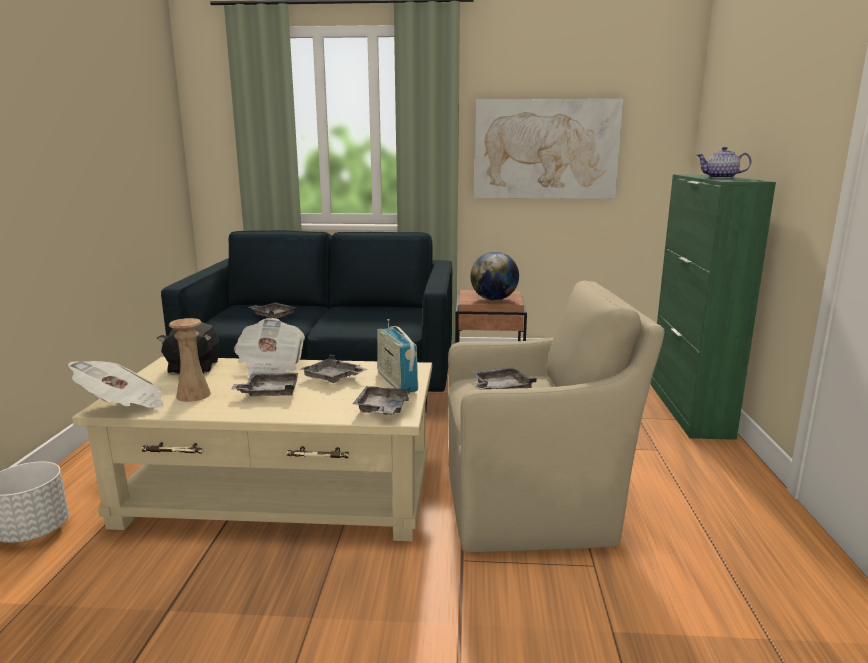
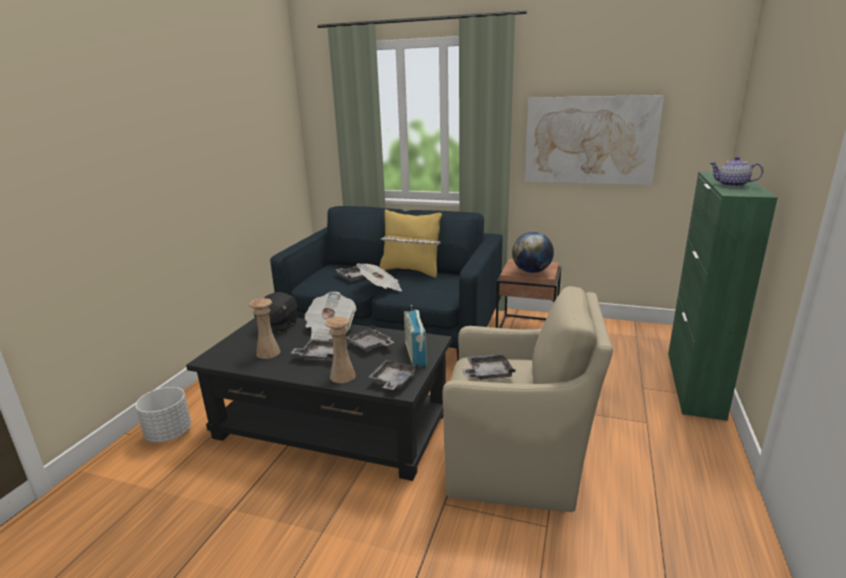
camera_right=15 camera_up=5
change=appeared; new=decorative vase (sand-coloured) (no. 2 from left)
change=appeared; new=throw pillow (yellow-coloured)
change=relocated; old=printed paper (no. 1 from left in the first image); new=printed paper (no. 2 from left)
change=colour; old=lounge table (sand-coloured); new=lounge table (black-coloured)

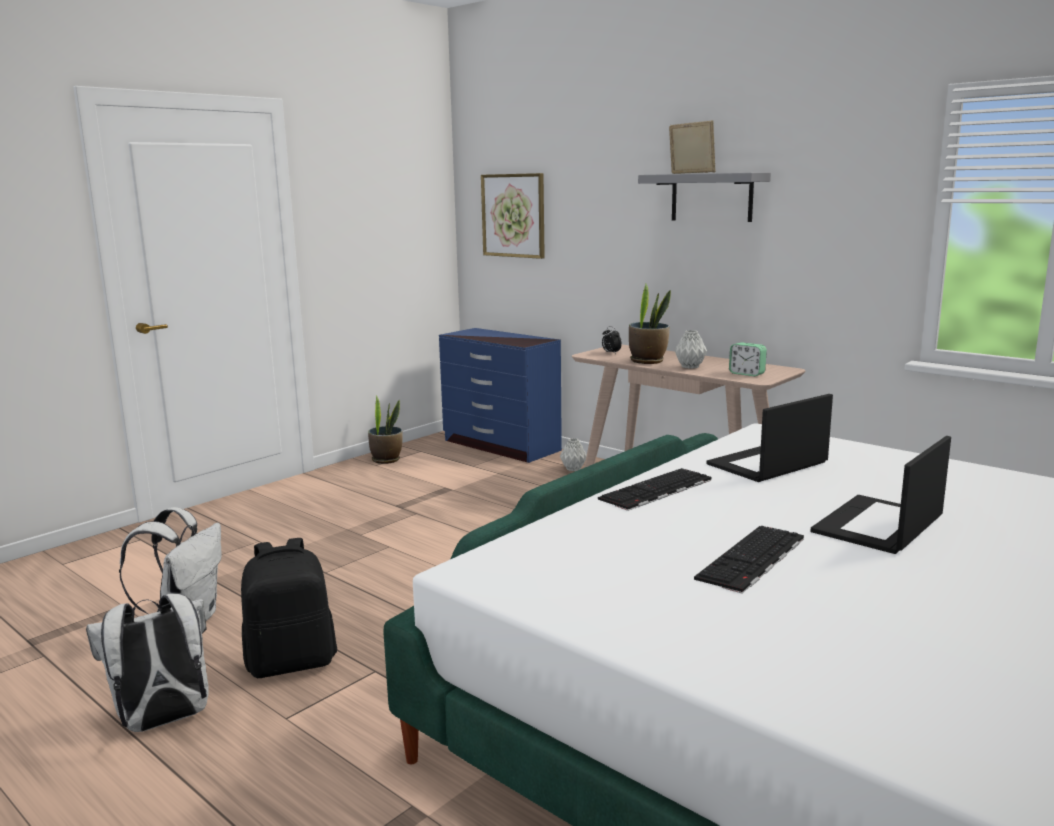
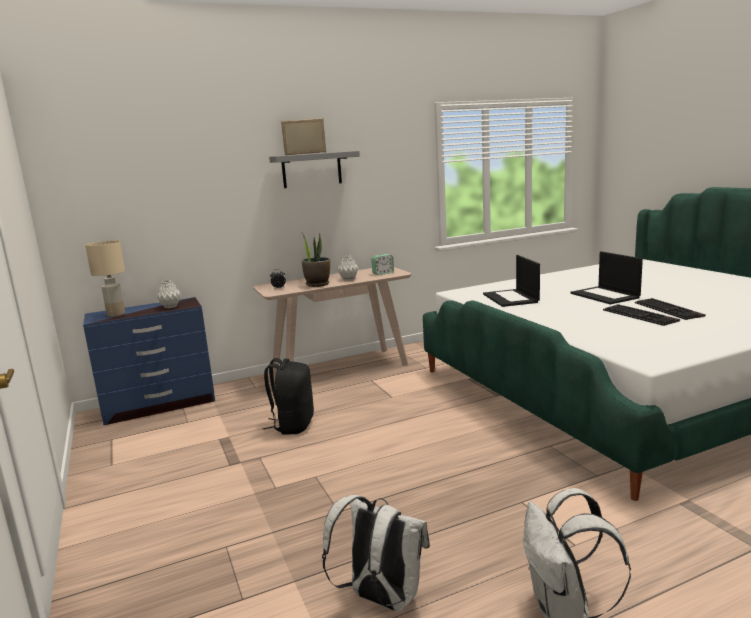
camera_right=-65 camera_up=0
change=missing; old=houseplant (no. 1 from left)
change=missing; old=wall picture
change=appeared; new=table lamp (sand-coloured)
change=relocated; old=knapsack (black-coloured)
change=relocated; old=decorative vase (greyish) (no. 1 from left)
change=relocated; old=PC keyboard (no. 1 from left in the first image); new=PC keyboard (no. 2 from left)

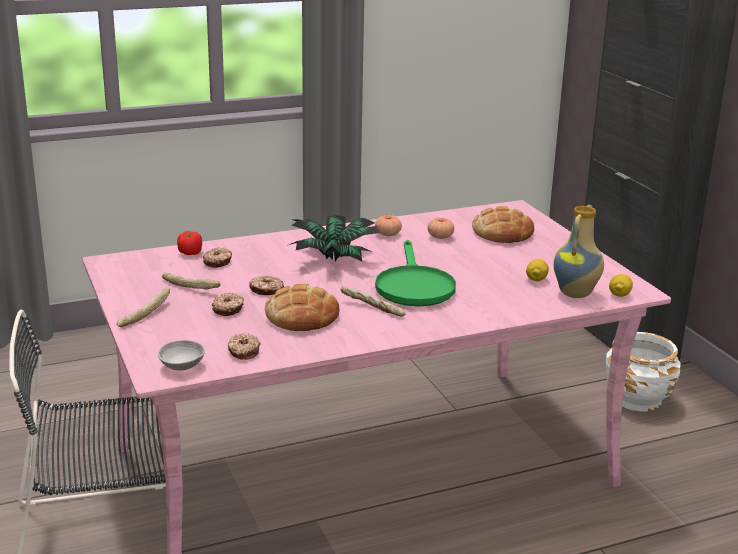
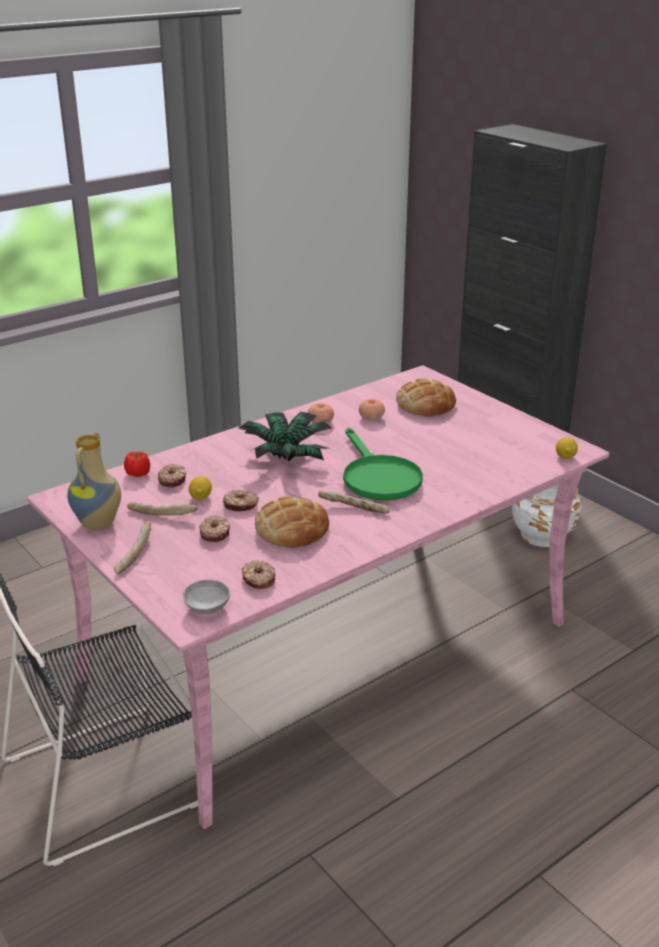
camera_right=-15 camera_up=5
change=relocated; old=lemon (no. 1 from left)
change=relocated; old=decorative vase

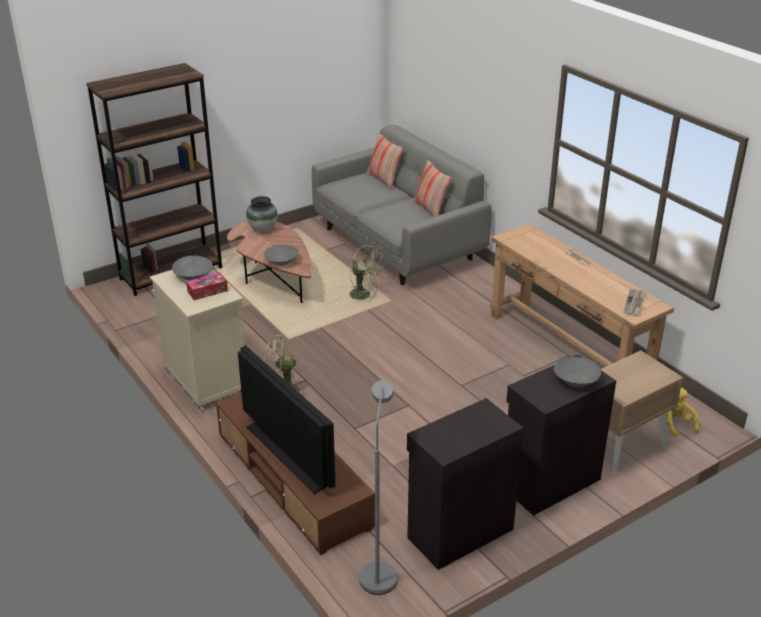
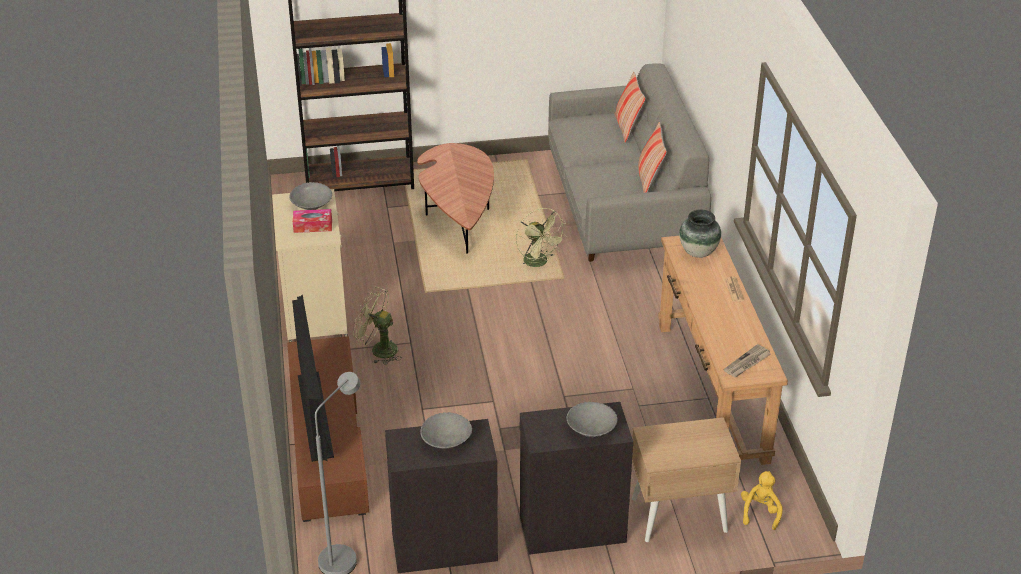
camera_right=25 camera_up=5
change=relocated; old=decorative vase
change=relocated; old=serving bowl (greyish) (no. 2 from left)

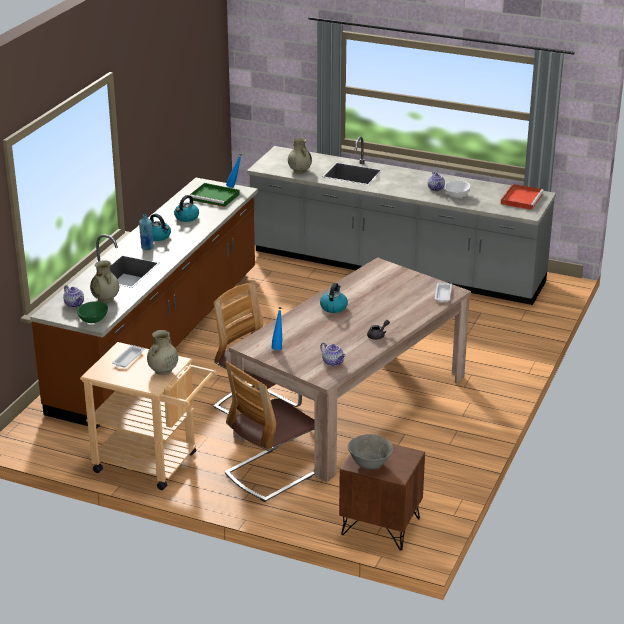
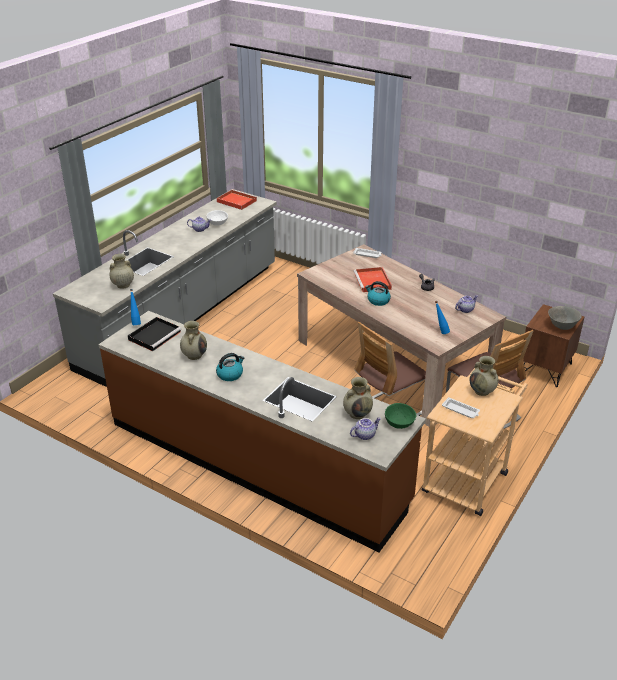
camera_right=-80 camera_up=5
change=missing; old=drink bottle (blue-coloured) (no. 1 from left)
change=appeared; new=tray (reddish) (no. 2 from left)
change=exchanged; old=kettle (no. 2 from left); new=decorative vase (sand-coloured) (no. 2 from left)
change=colour; old=tray (green); new=tray (black-coloured)

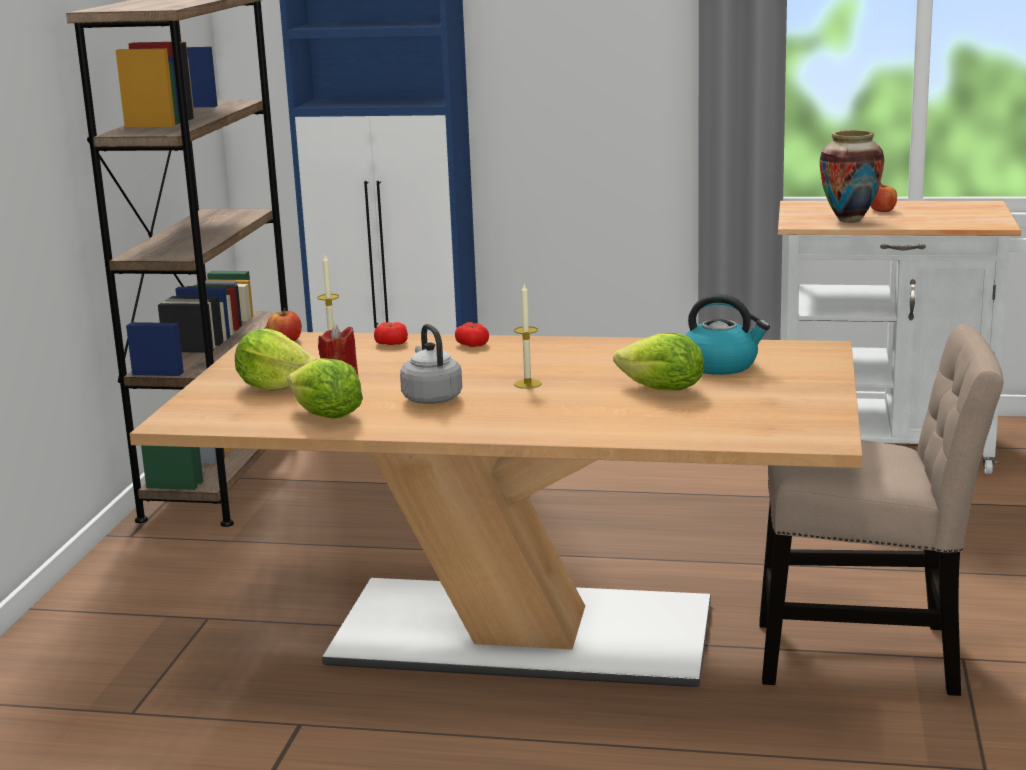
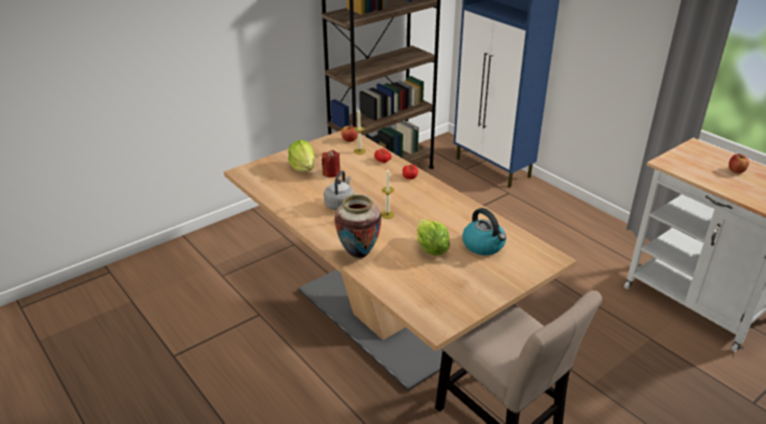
camera_right=40 camera_up=15
change=missing; old=lettuce (no. 2 from left)
change=relocated; old=decorative vase

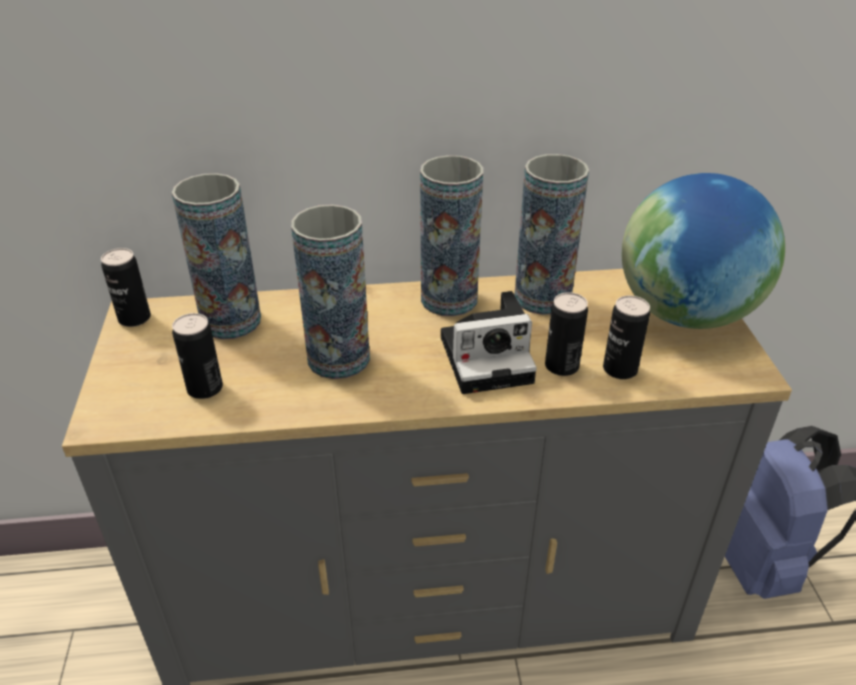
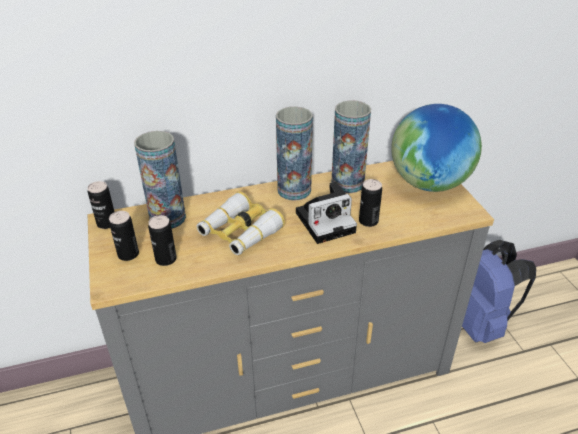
camera_right=-10 camera_up=0
change=relocated; old=metal can (no. 4 from left in the first image); new=metal can (no. 2 from left)
change=exchanged; old=decorative vase (no. 2 from left); new=field glasses

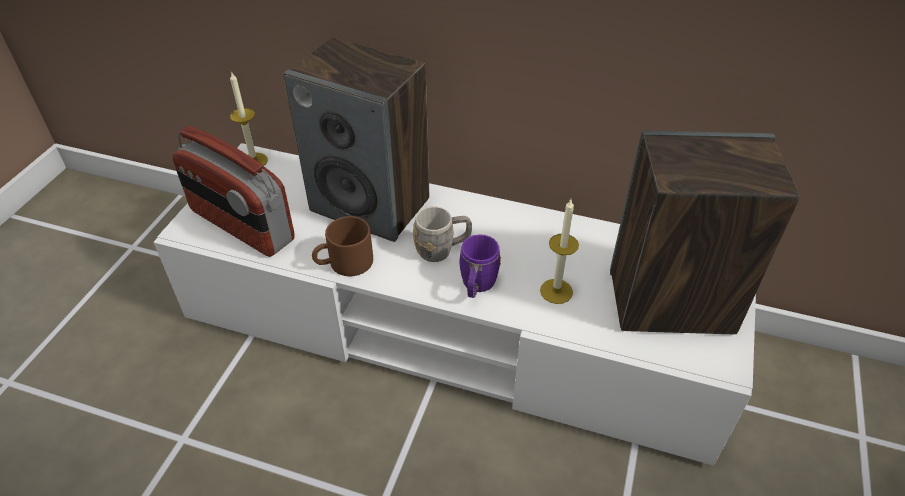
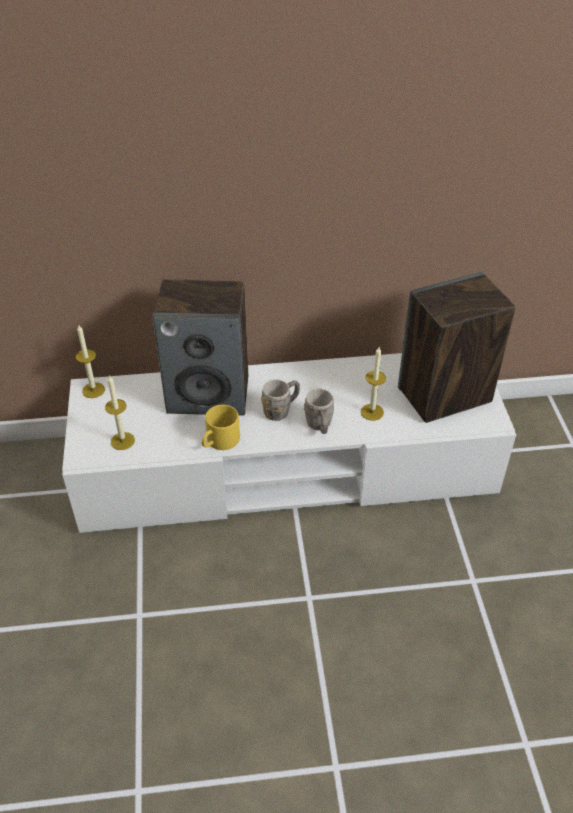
camera_right=-25 camera_up=0
change=exchanged; old=radio set; new=candle (no. 2 from left)
change=colour; old=mug (brown-coloured); new=mug (yellow-coloured)
change=colour; old=mug (purple); new=mug (greyish) (no. 2 from left)

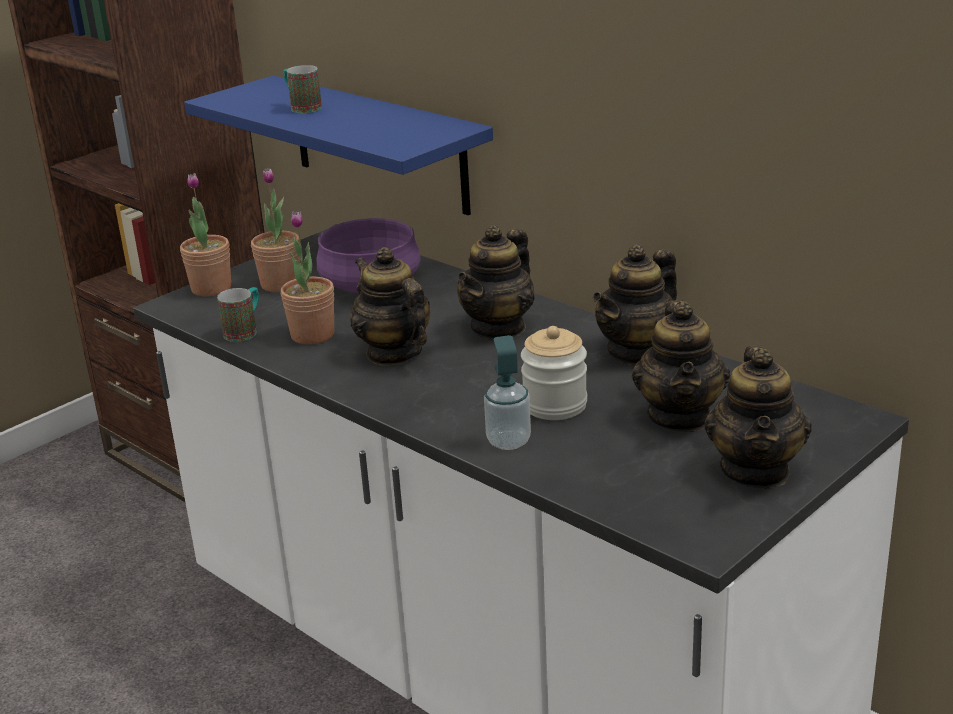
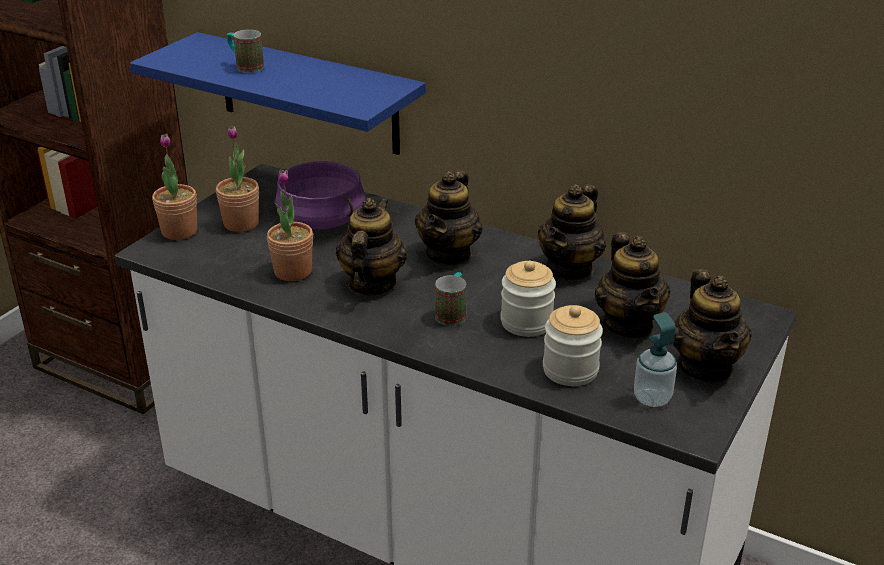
camera_right=-15 camera_up=5
change=appeared; new=storage jar (no. 2 from left)
change=relocated; old=mug (no. 1 from left in the first image); new=mug (no. 2 from left)
change=relocated; old=soap dispenser
change=spun; old=tea pot (no. 1 from left); degrees=60

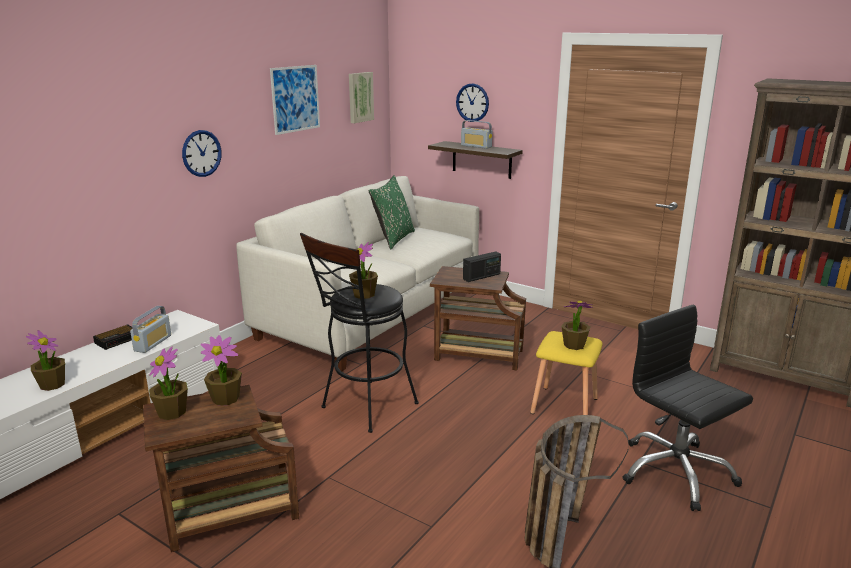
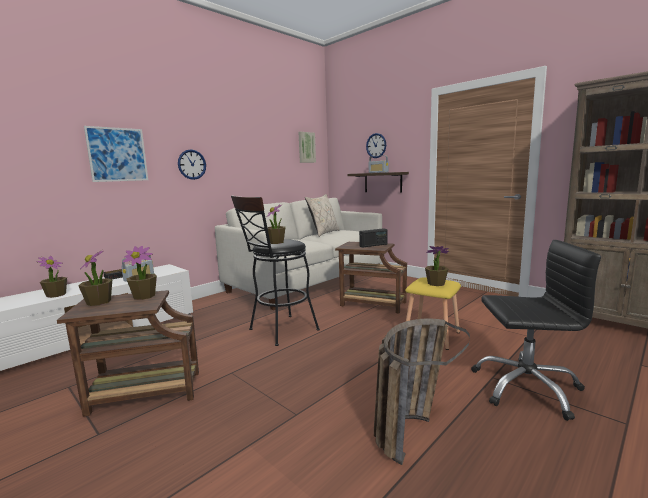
camera_right=10 camera_up=-10
change=relocated; old=wall picture (no. 1 from left)
change=colour; old=throw pillow (green); new=throw pillow (sand-coloured)
change=spun; old=computer chair (black-coloured); degrees=120

